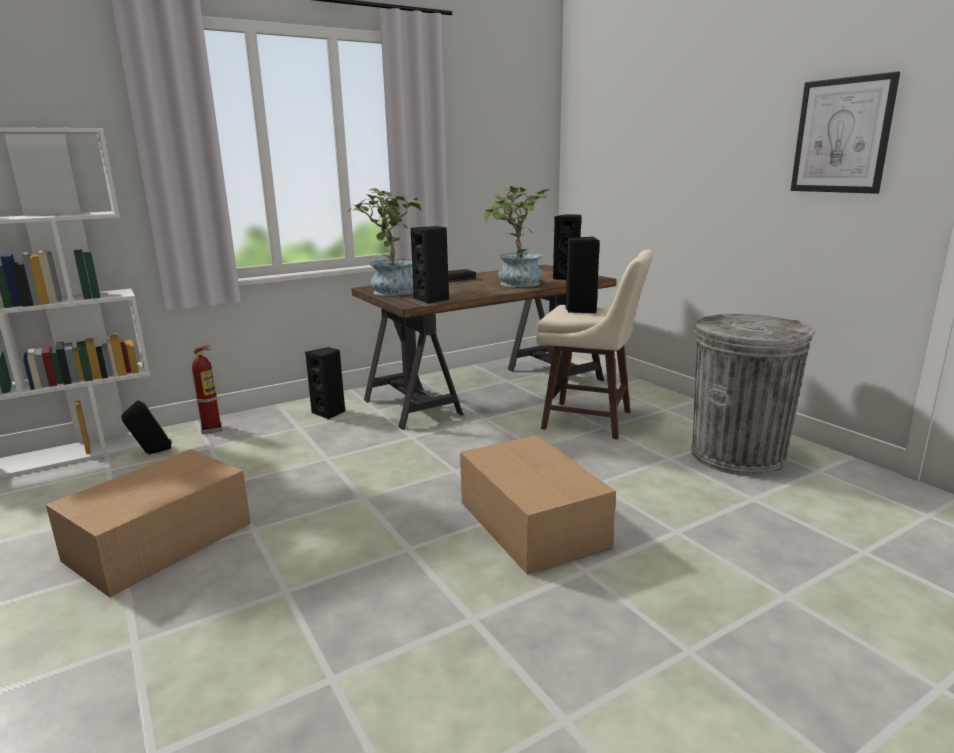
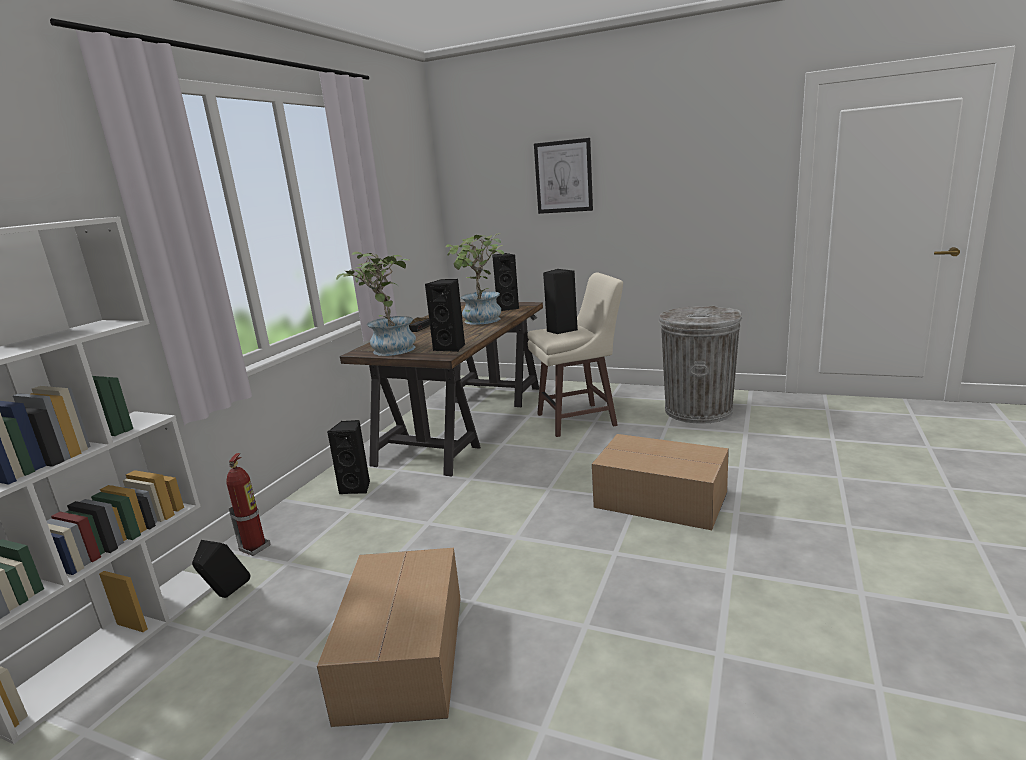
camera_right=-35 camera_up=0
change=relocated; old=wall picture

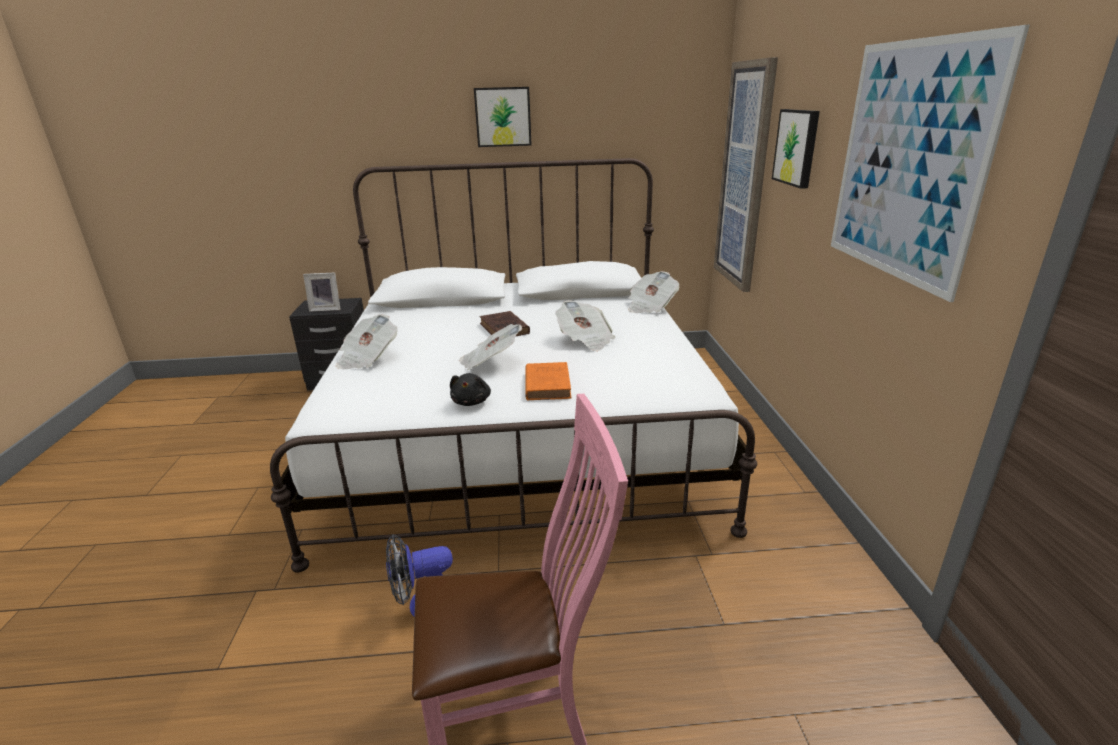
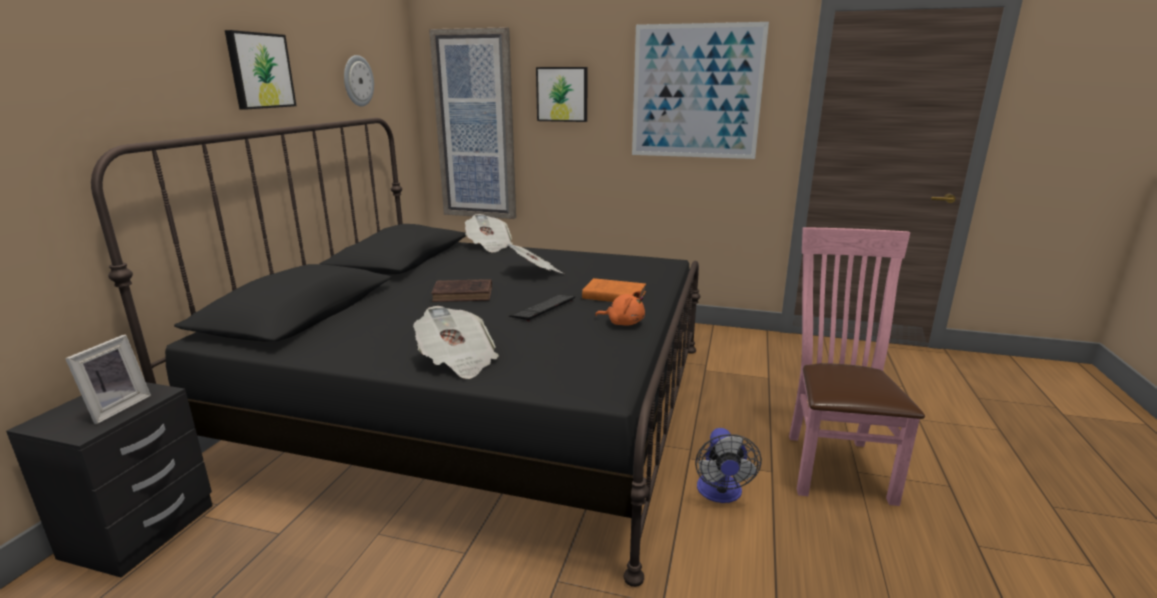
camera_right=-70 camera_up=-5
change=appeared; new=wall clock
change=exchanged; old=printed paper (no. 2 from left); new=PC keyboard
change=colour; old=bed (whitish); new=bed (black-coloured)
change=colour; old=soft toy (black-coloured); new=soft toy (orangey)

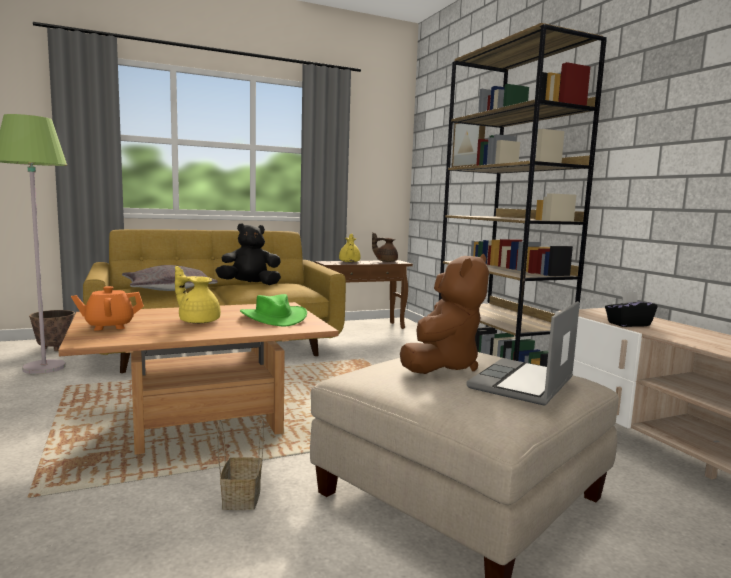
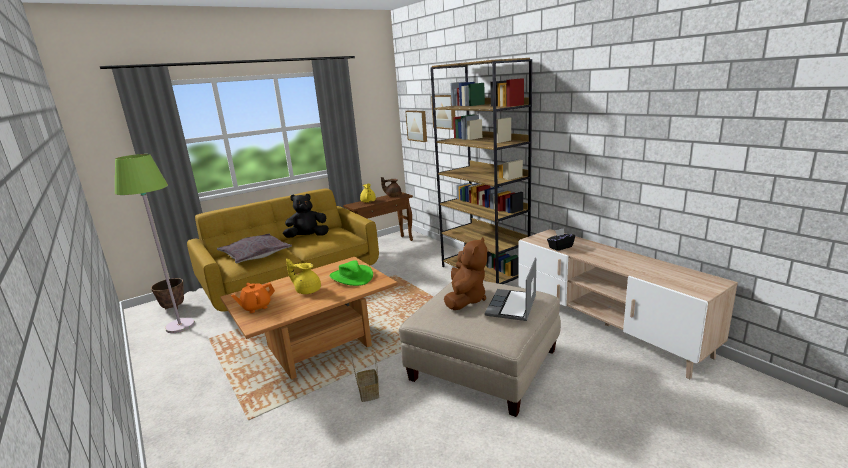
camera_right=-10 camera_up=10
change=appeared; new=wall picture (no. 1 from left)

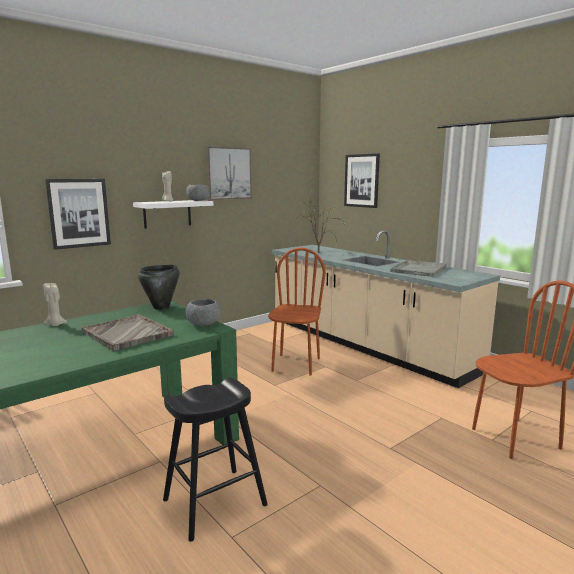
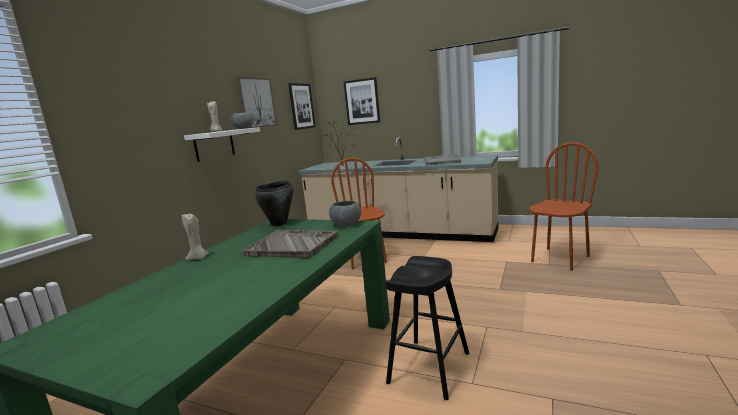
camera_right=-25 camera_up=0
change=relocated; old=wall picture (no. 1 from left in the first image); new=wall picture (no. 2 from left)

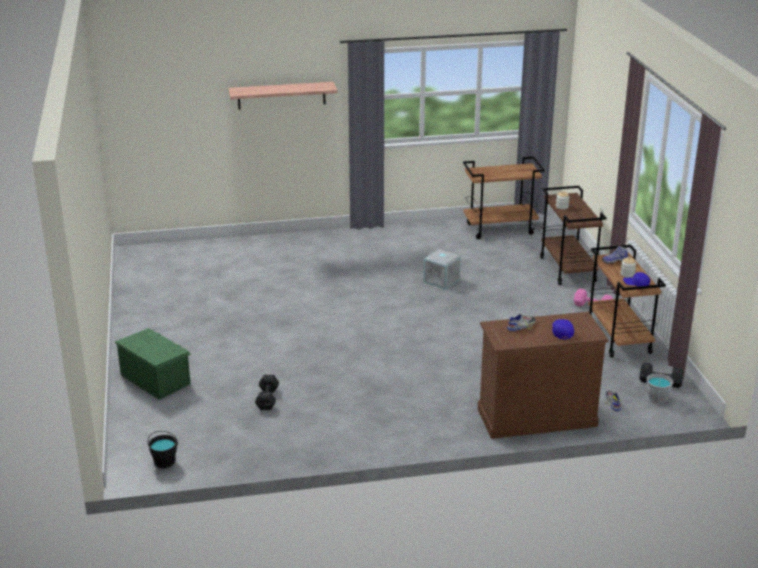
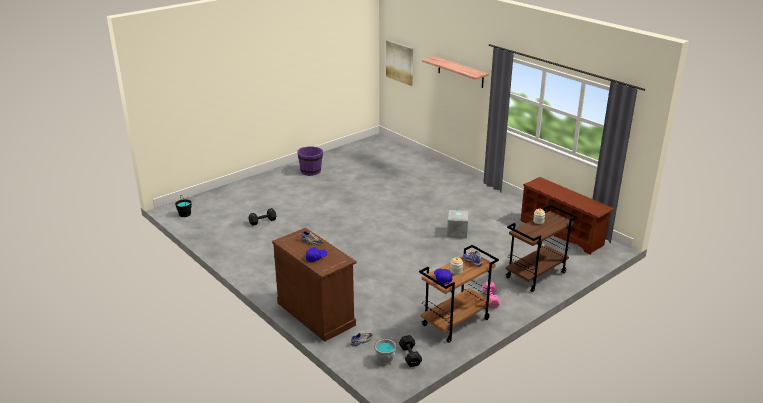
camera_right=60 camera_up=0
change=missing; old=storage box (green)
change=appeared; new=bucket (purple)
change=appeared; new=wall picture
change=exchanged; old=wheeled cart (brown-coloured) (no. 1 from left); new=shoe shelf (brown-coloured)

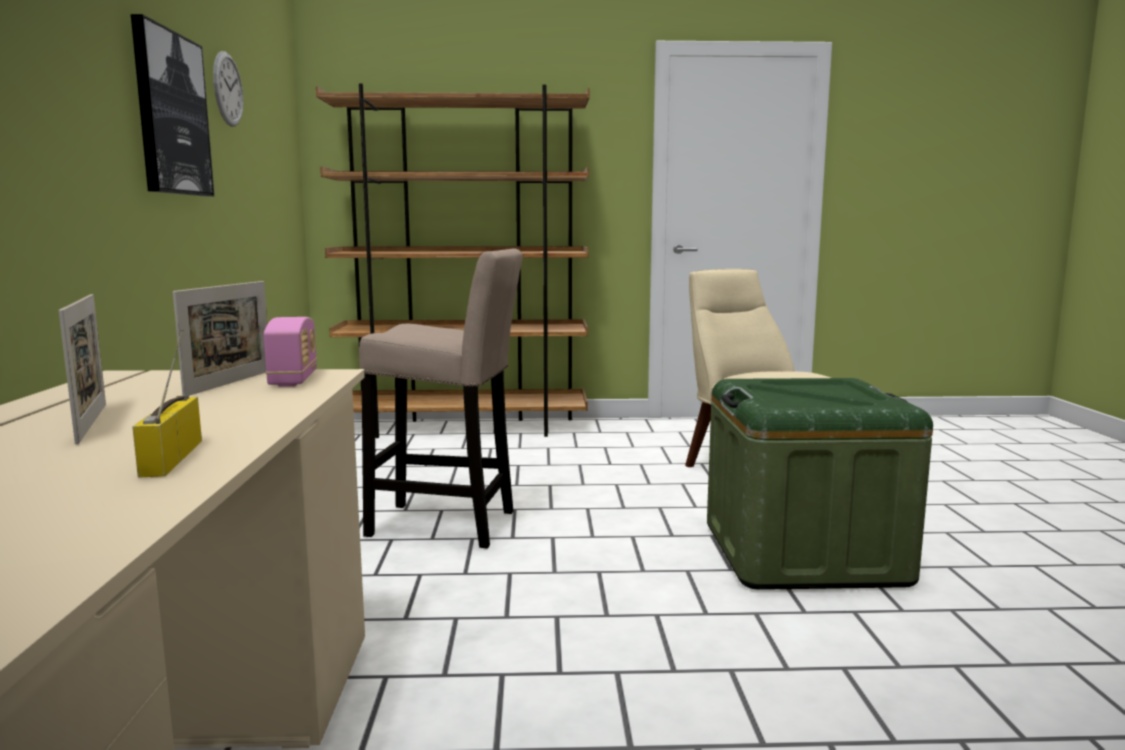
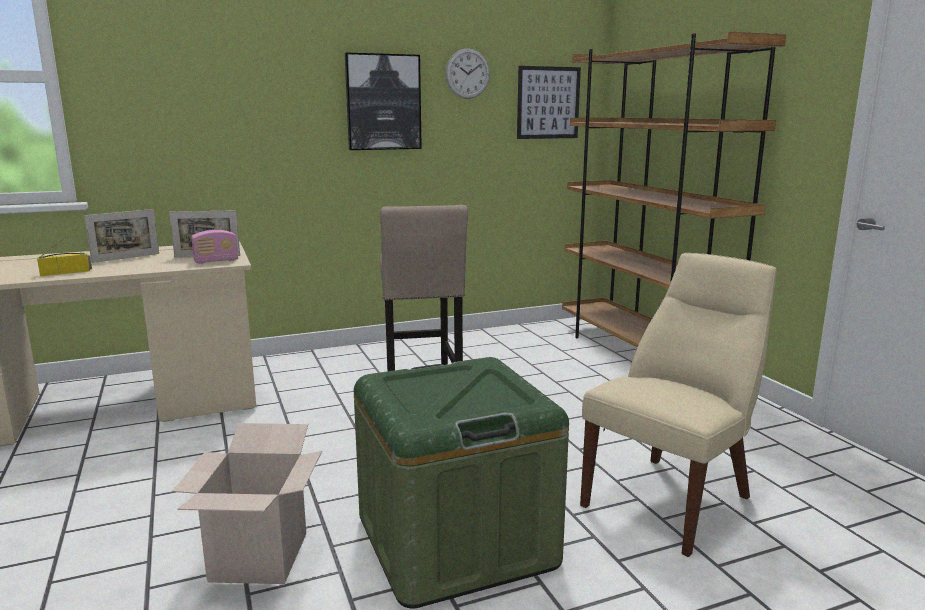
camera_right=70 camera_up=5
change=appeared; new=cardboard box
change=appeared; new=wall picture (no. 2 from left)

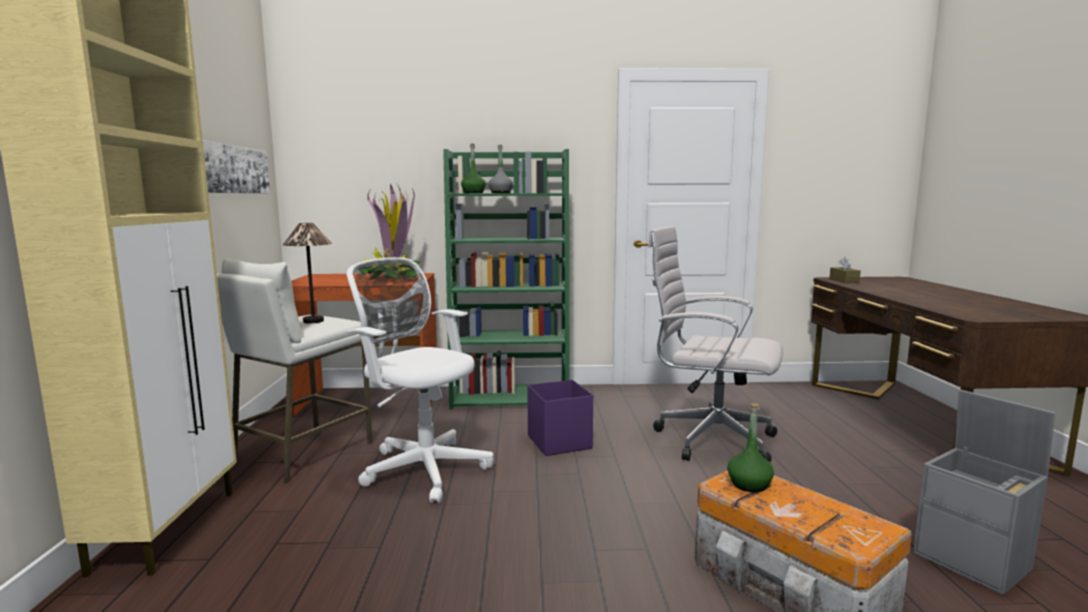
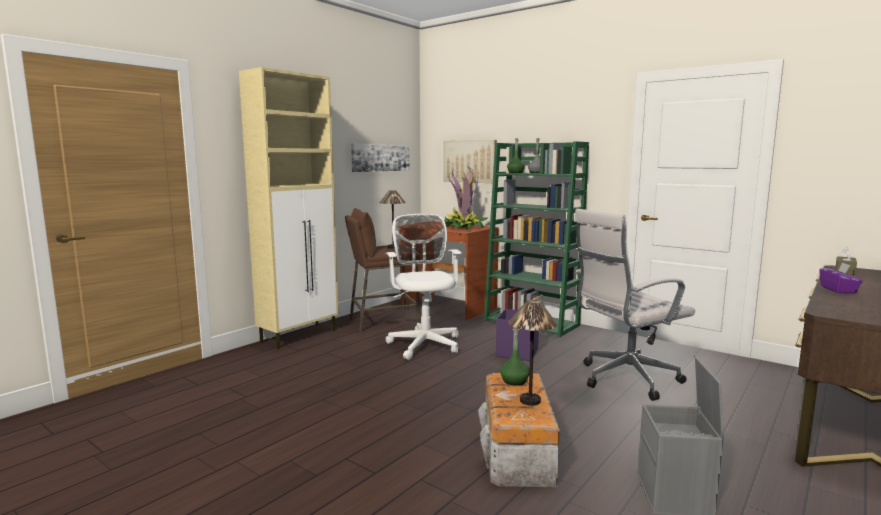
camera_right=40 camera_up=0
change=appeared; new=wall picture (no. 2 from left)
change=appeared; new=table lamp (no. 2 from left)
change=appeared; new=tissue holder (purple)
change=colour; old=stool (whitish); new=stool (brown-coloured)
change=spun; old=computer chair (whitish) (no. 2 from left); degrees=-90

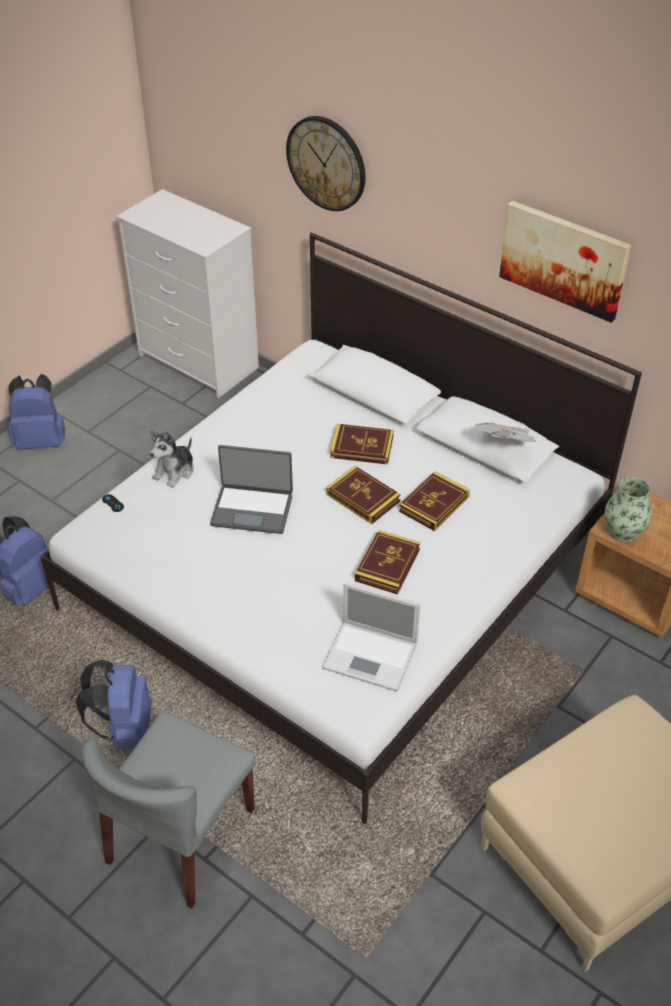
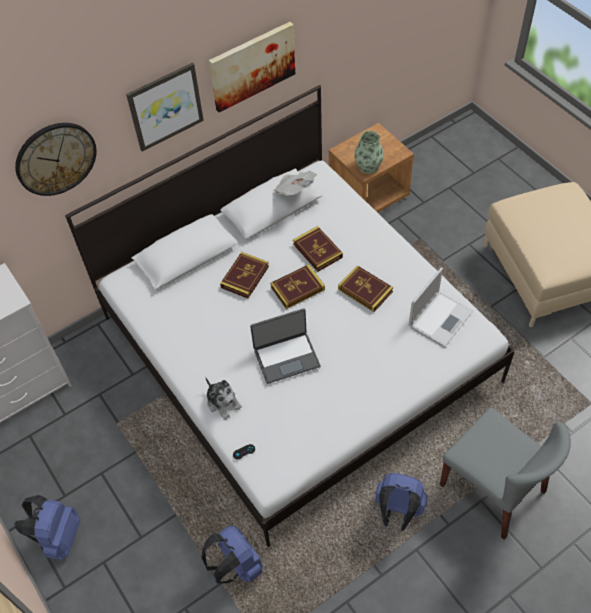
camera_right=-70 camera_up=10
change=appeared; new=wall picture (no. 1 from left)
change=spun; old=portable computer (no. 1 from left); degrees=45

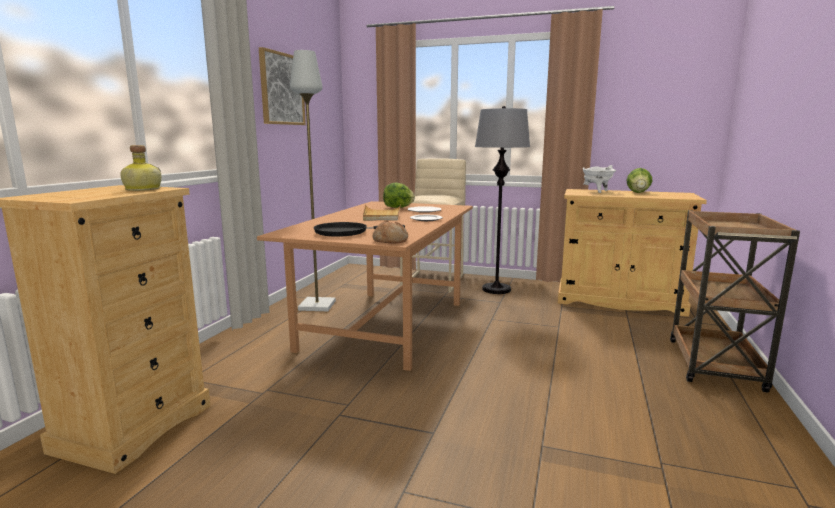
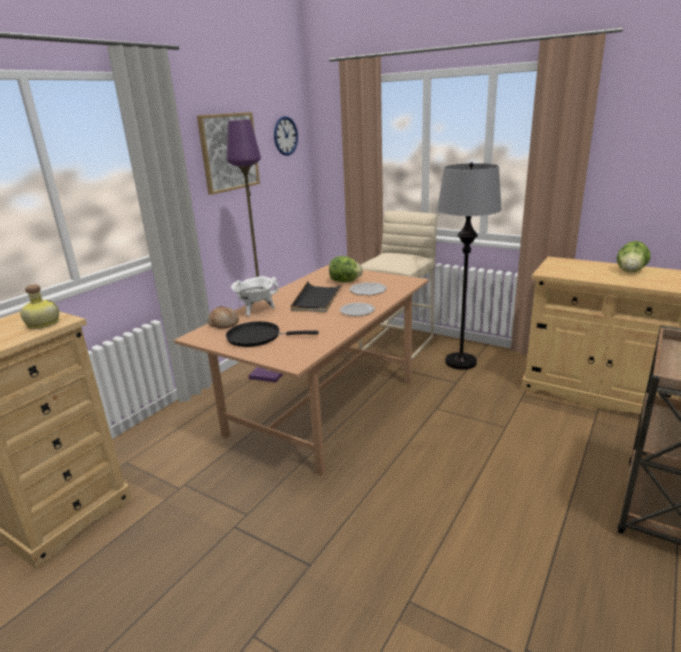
camera_right=15 camera_up=10
change=appeared; new=wall clock
change=relocated; old=baked bread
change=relocated; old=stockpot (whitish)
change=colour; old=standard lamp (greyish) (no. 1 from left); new=standard lamp (purple)
change=colour; old=tray (sand-coloured); new=tray (black-coloured)

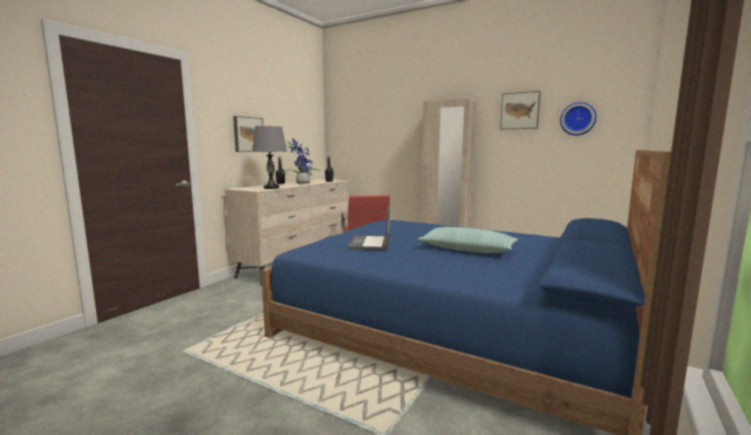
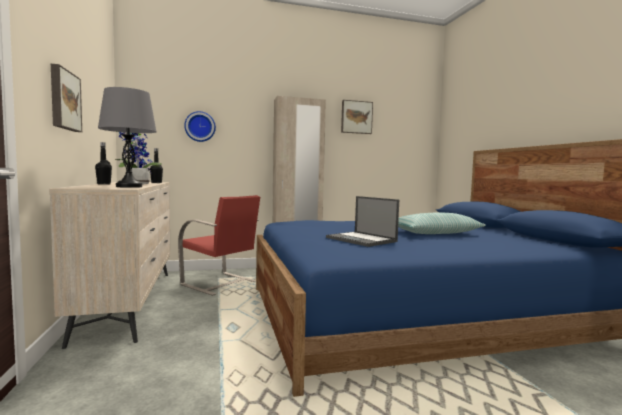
camera_right=-45 camera_up=-5
change=relocated; old=wall clock

